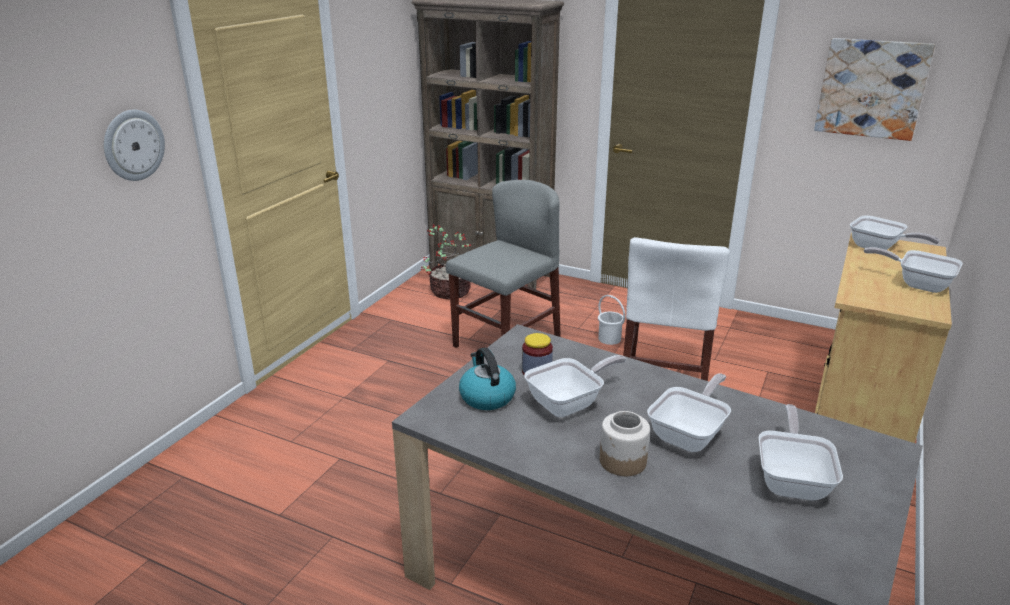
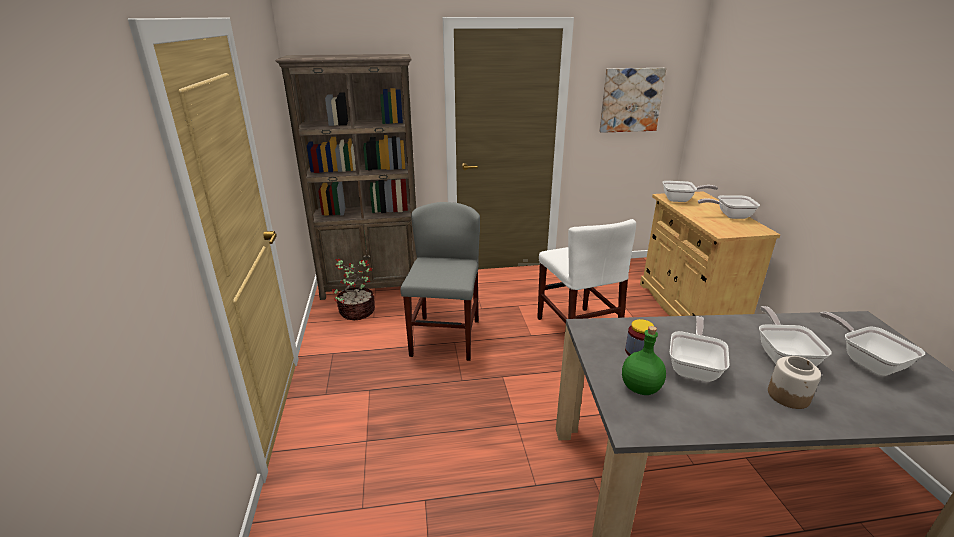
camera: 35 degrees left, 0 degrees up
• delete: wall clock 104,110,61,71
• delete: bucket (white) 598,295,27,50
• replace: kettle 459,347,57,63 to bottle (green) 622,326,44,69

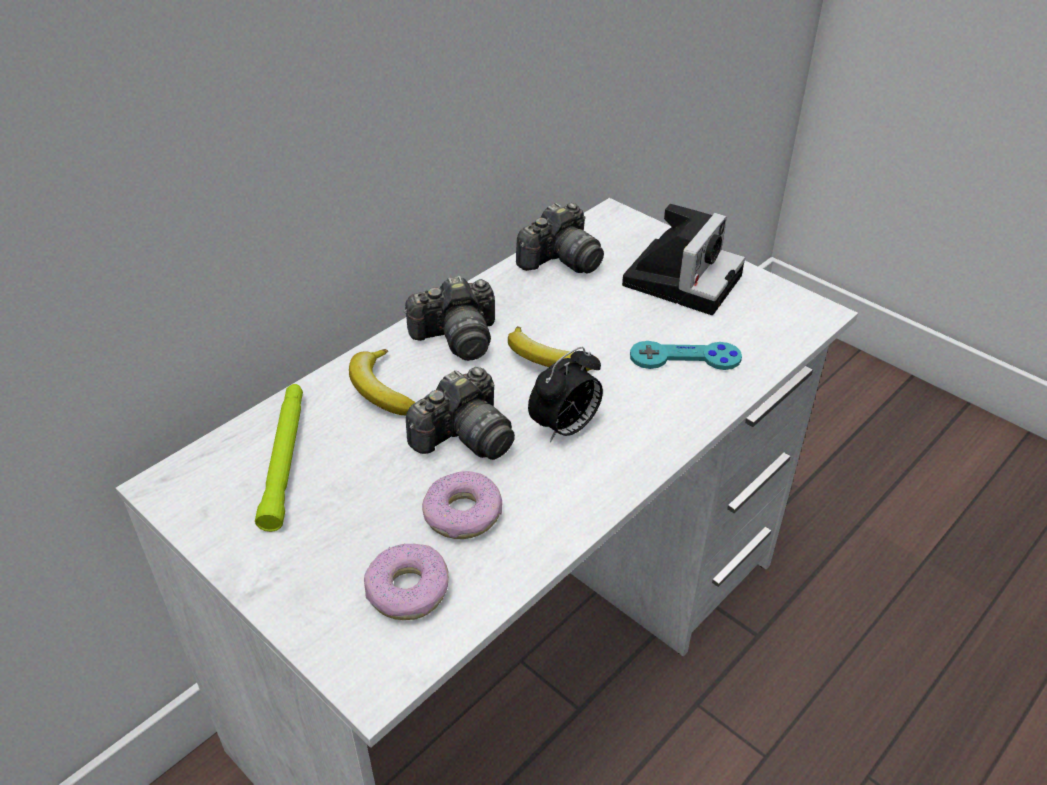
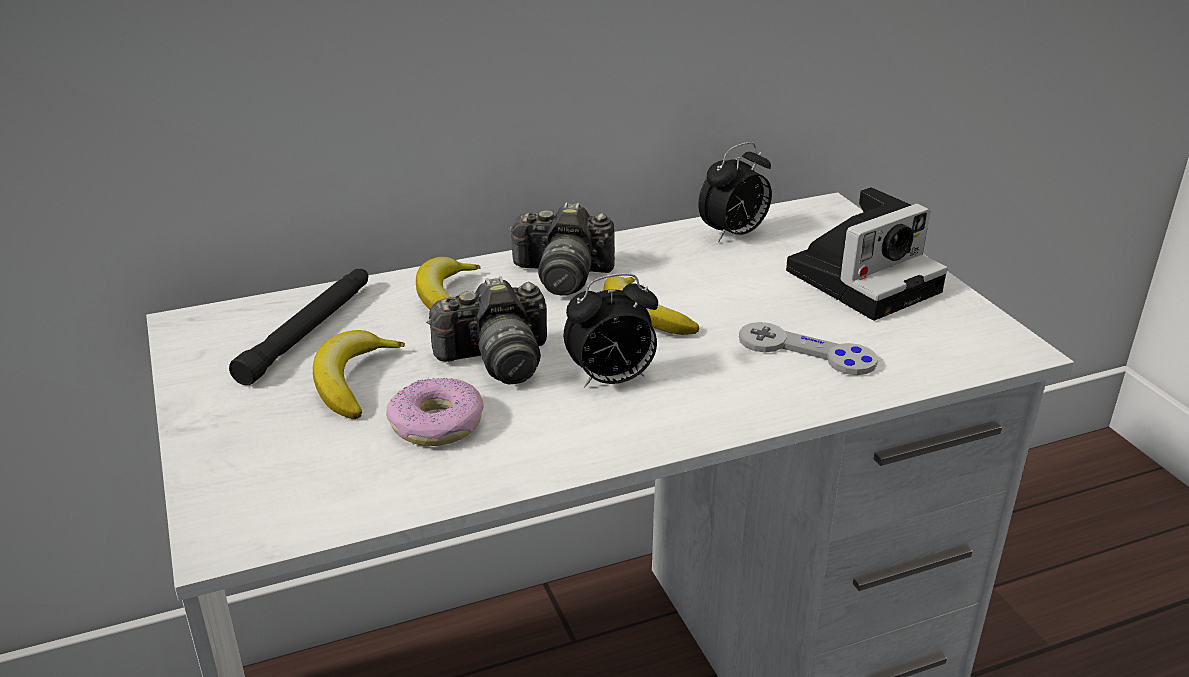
camera: 25 degrees right, 10 degrees down
• delete: donut 364,544,85,76
• insert: banana 313,330,92,89
• replace: photo camera 516,202,88,72 to alarm clock 698,142,74,101
• recolor: flashlight (green) 255,384,48,148 to flashlight (black) 229,269,139,116
• recolor: game controller (turquoise) 630,341,112,29 to game controller (grey) 739,322,139,53

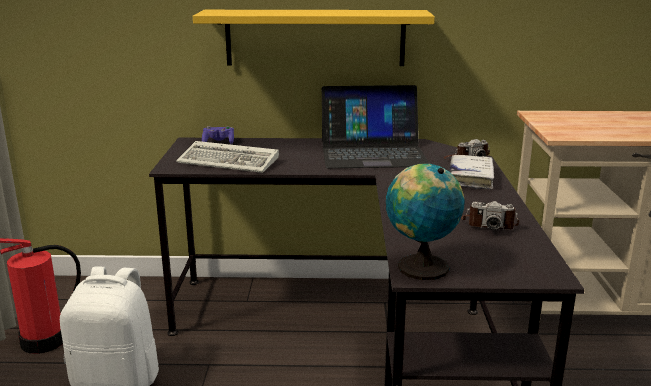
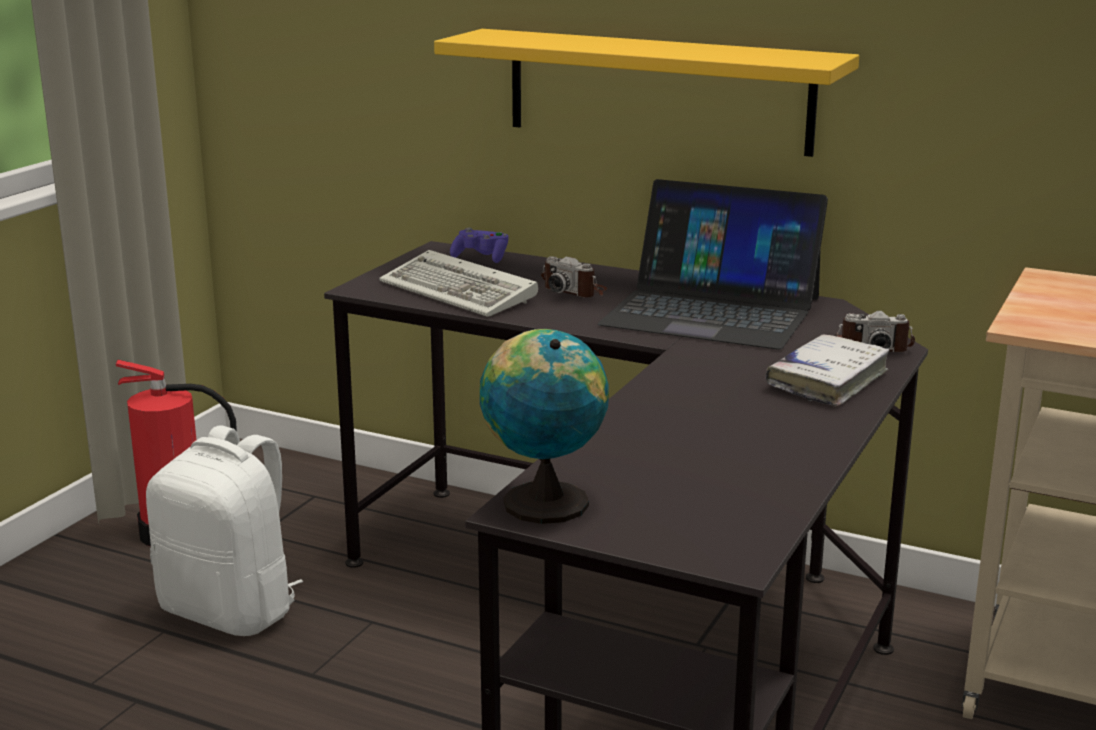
camera: 25 degrees right, 0 degrees up
• move: photo camera 461,201,58,29 to 541,256,66,41

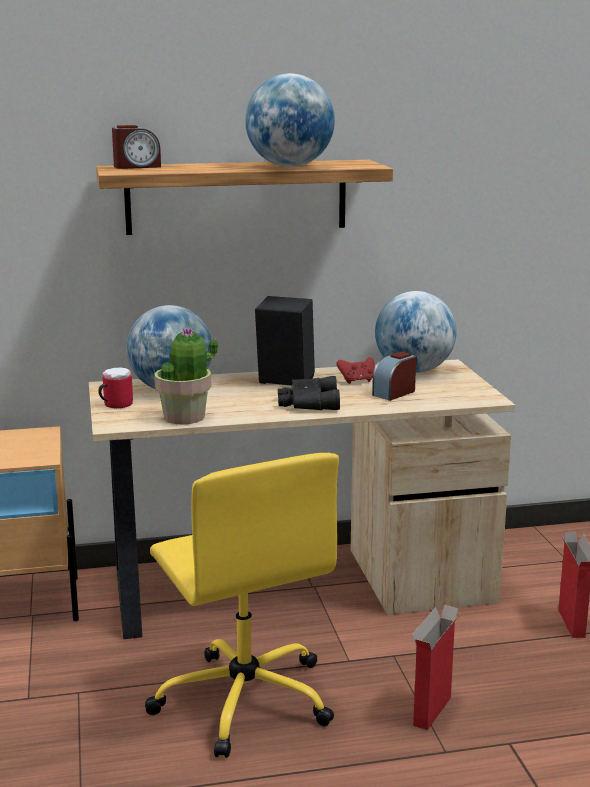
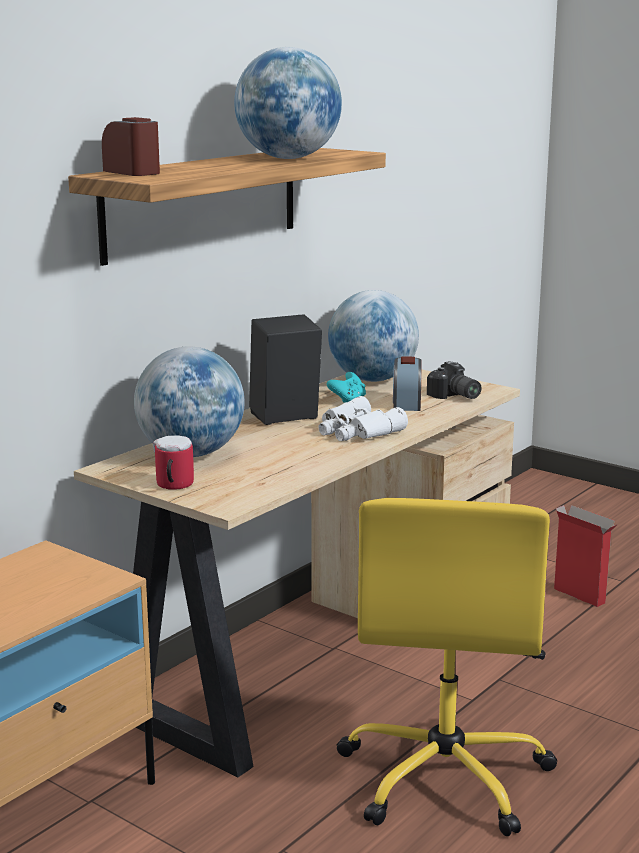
camera: 40 degrees left, 0 degrees up
• delete: potted plant 154,326,64,99
• delete: cardboard box 412,605,48,125
• insert: photo camera 427,361,54,38
• recolor: binoculars (black) 278,376,62,34 to binoculars (white) 319,396,89,45
• recolor: game controller (red) 337,357,38,27 to game controller (turquoise) 327,372,39,31
• rotate: alarm clock 112,125,49,44 = 102,117,58,59 75 degrees counterclockwise
• rotate: office chair (yellow) 145,453,194,305 = 336,498,221,338 75 degrees clockwise

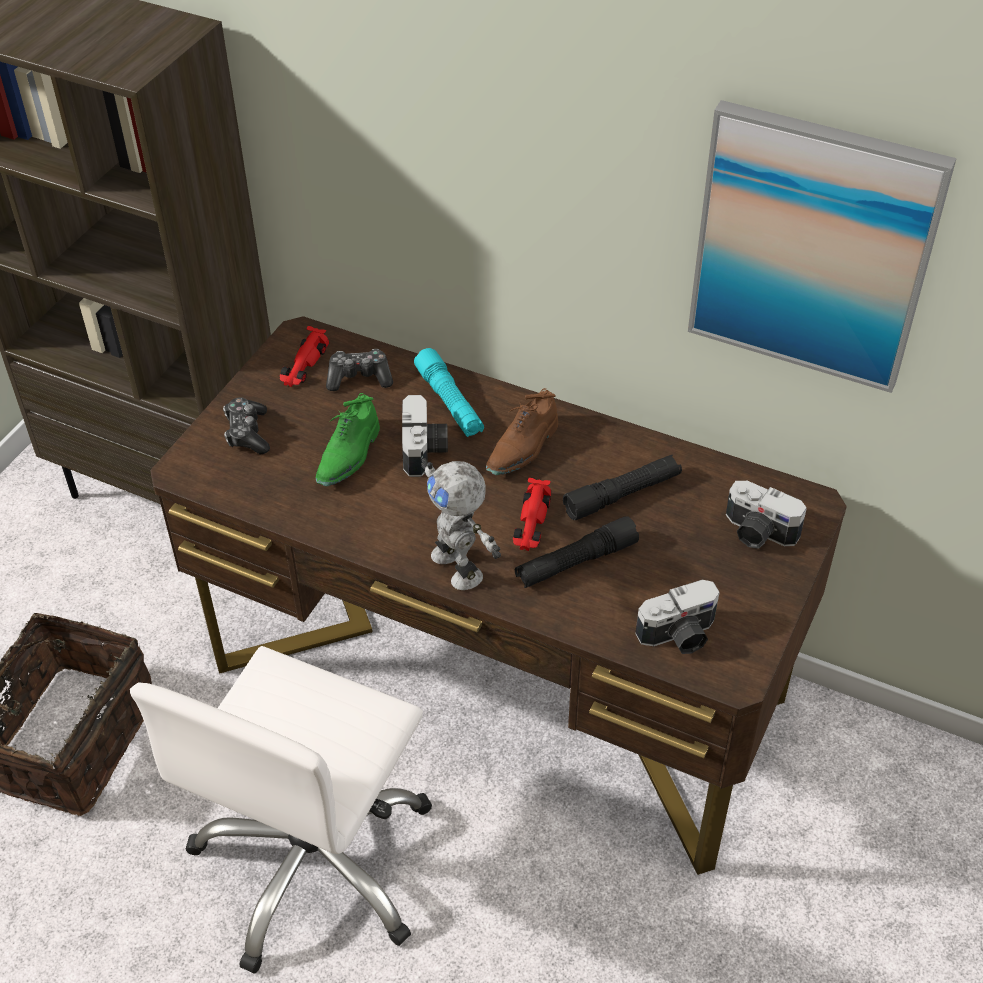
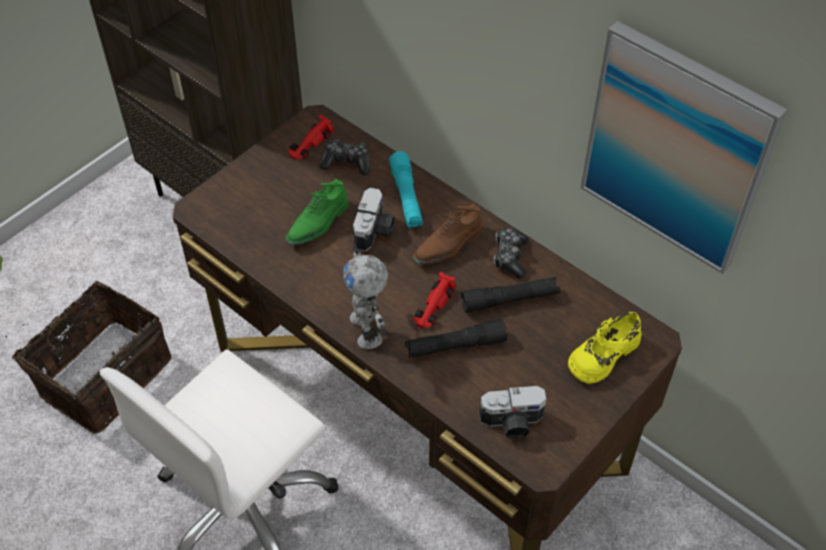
camera: 15 degrees right, 5 degrees up
• move: game controller 223,397,47,58 to 493,228,35,50
• replace: photo camera 726,481,81,68 to shoe (yellow) 568,312,74,72

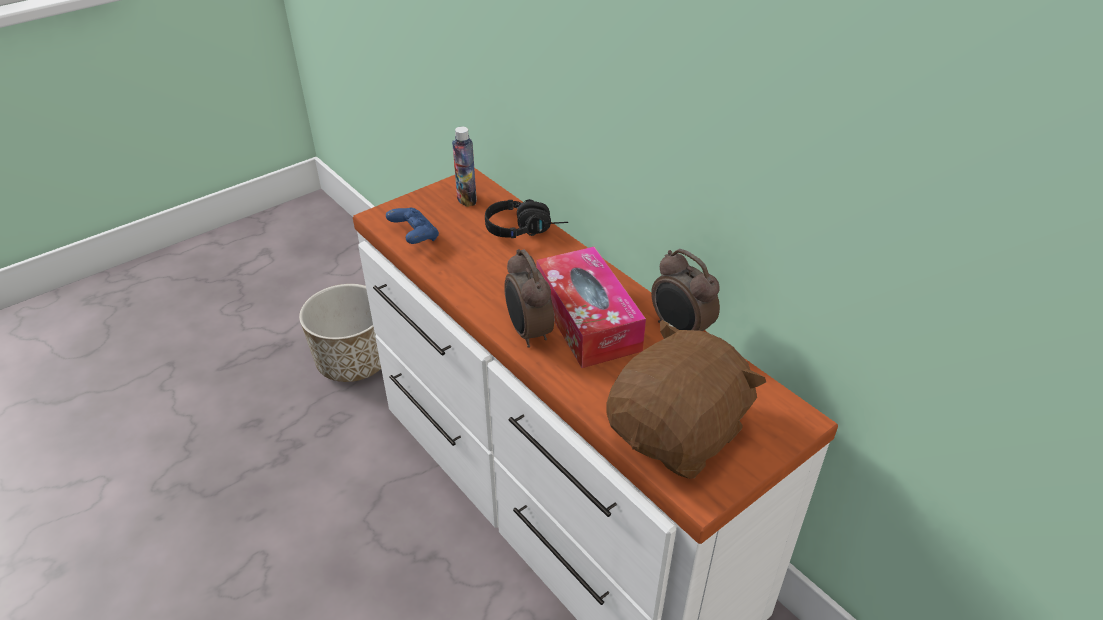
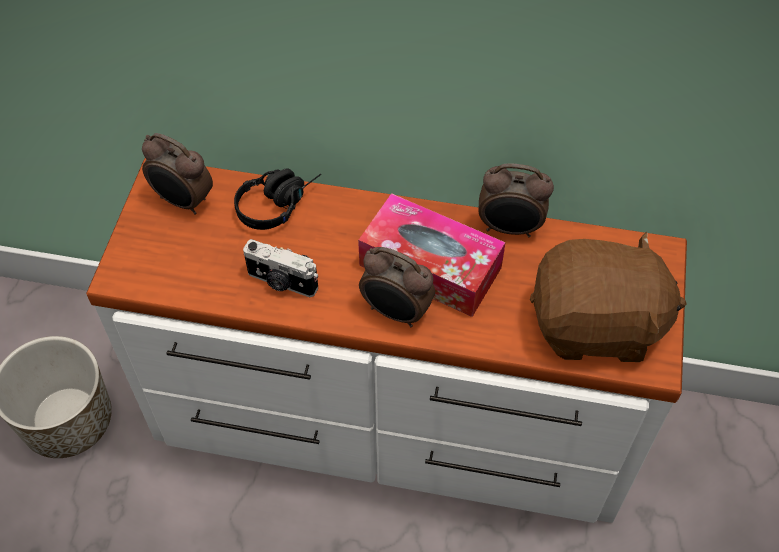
camera: 40 degrees left, 15 degrees up
• delete: game controller (blue) 386,207,53,37
• insert: photo camera 243,239,75,58
• replace: bottle 452,126,25,81 to alarm clock 142,133,71,81
• rotate: plush toy (brown) 606,320,160,159 = 530,231,157,131 90 degrees clockwise

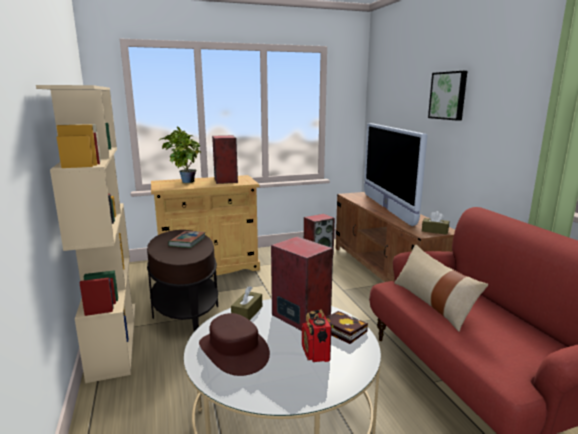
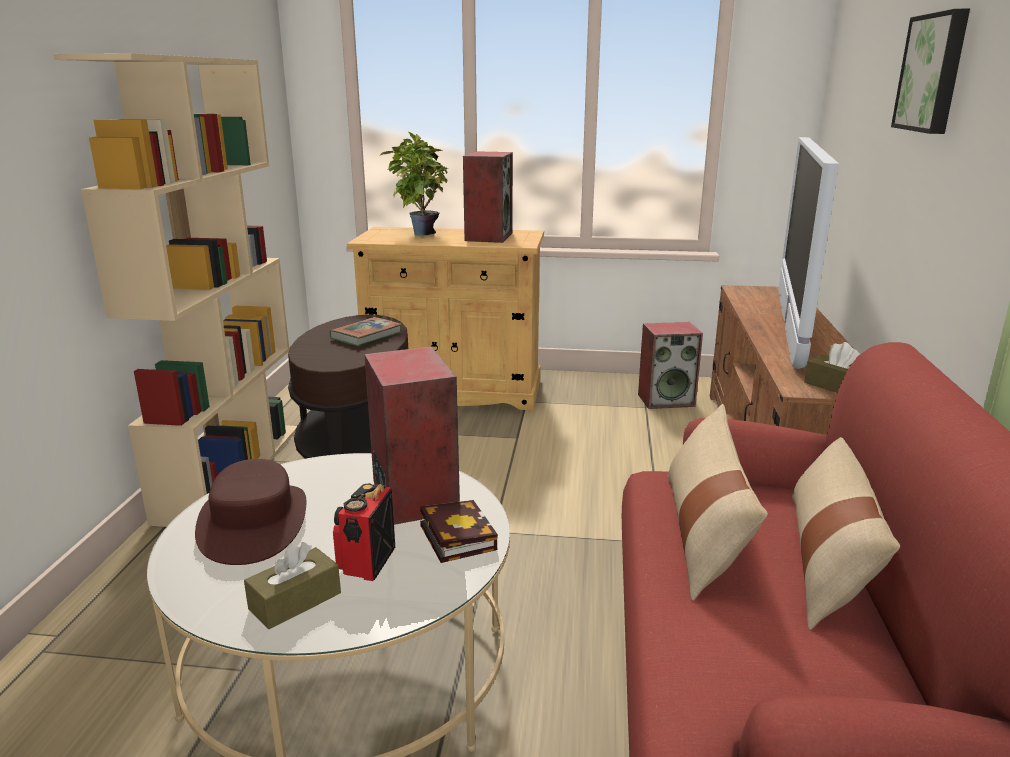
camera: 25 degrees right, 5 degrees up
• insert: pillow (beige) 792,437,108,193
• move: tissue box (brown) 231,286,31,34 to 244,542,97,87

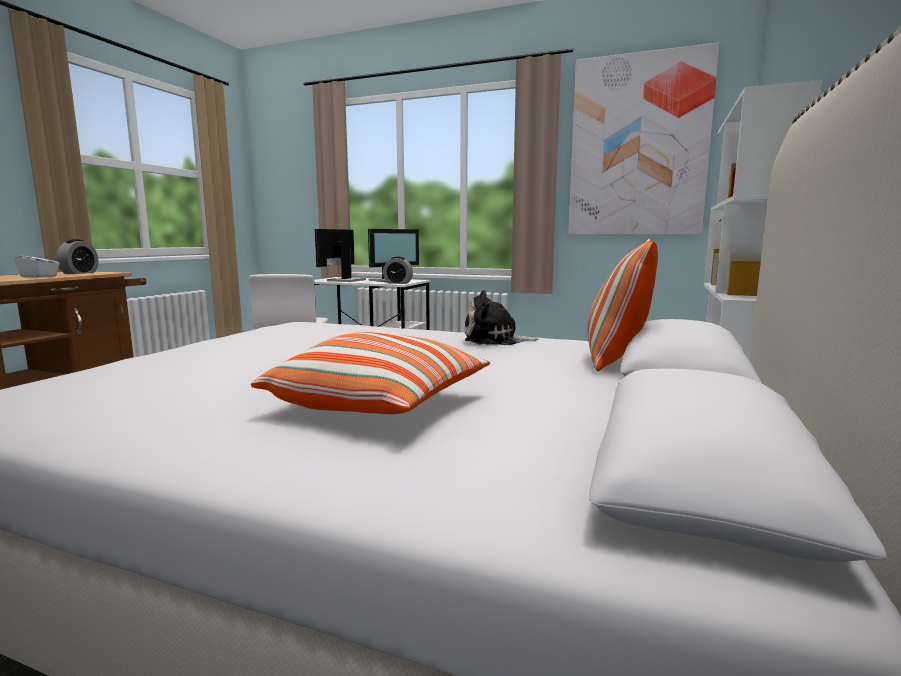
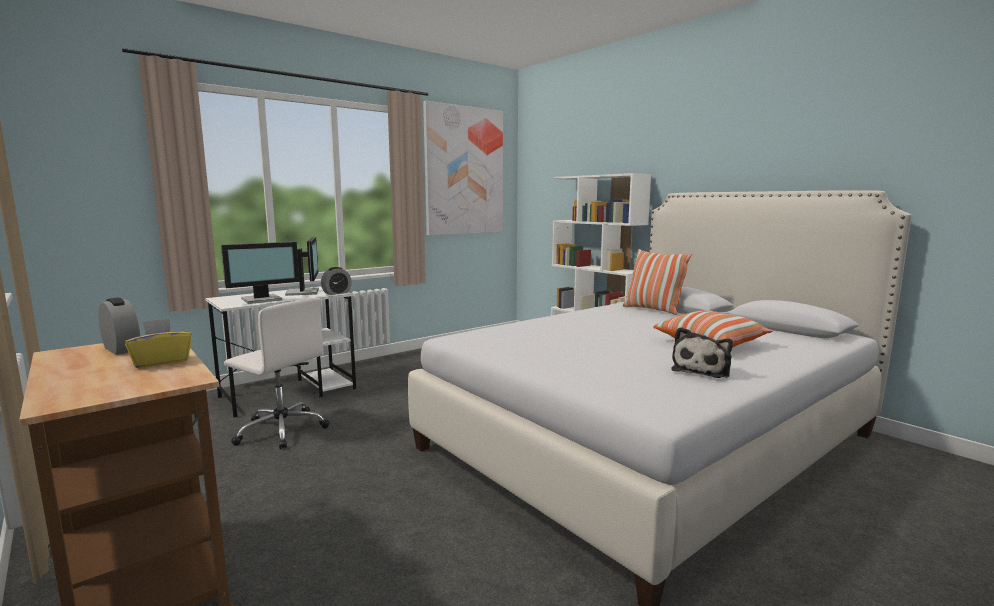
camera: 60 degrees left, 0 degrees up
• move: plush toy 464,290,74,55 to 671,327,62,51
• recolor: tissue box (white) 14,249,46,29 to tissue box (yellow) 125,318,67,50
• rotate: monitor 314,229,52,53 = 221,242,78,62 90 degrees counterclockwise

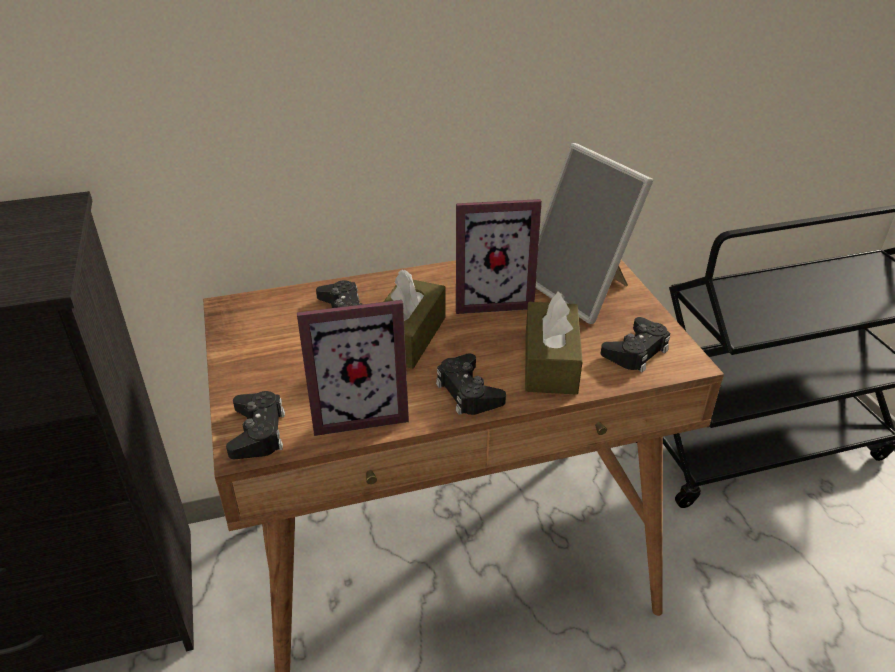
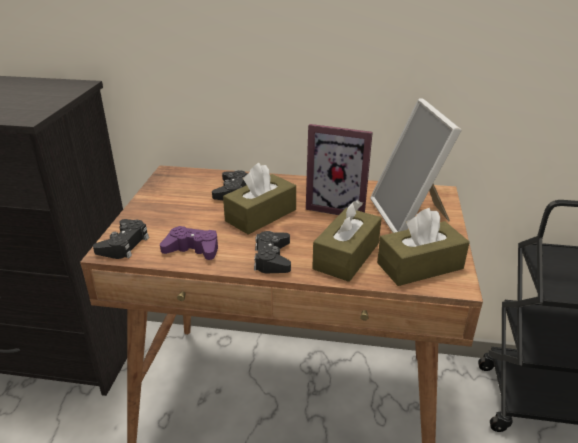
camera: 25 degrees right, 5 degrees down
• replace: picture frame 297,300,112,136 to game controller (purple) 160,226,58,34
• replace: game controller (black) 600,317,70,55 to tissue box (brown) 377,208,93,78

